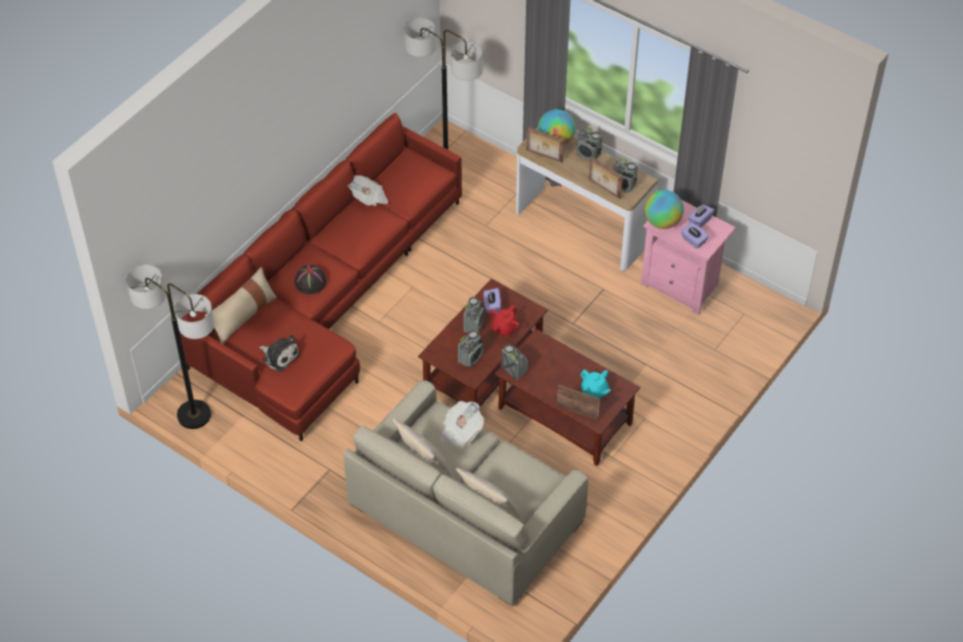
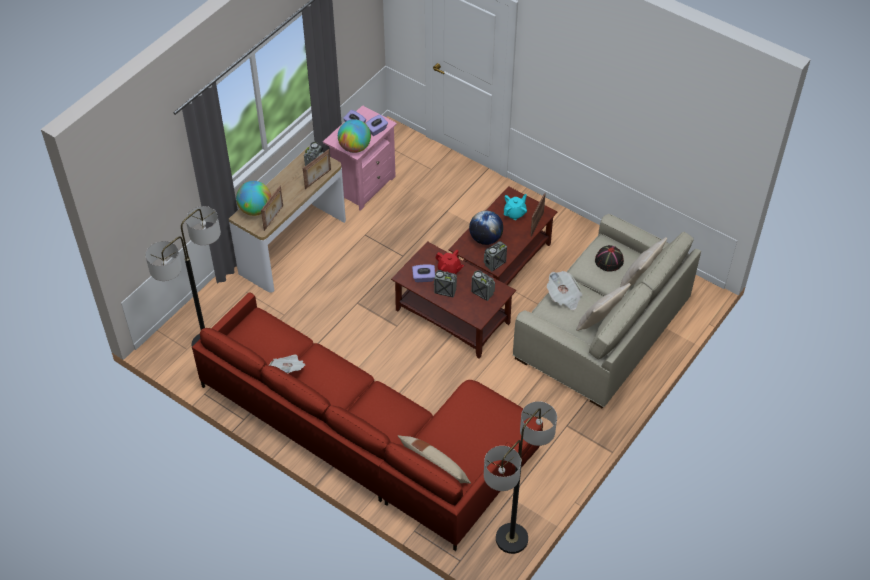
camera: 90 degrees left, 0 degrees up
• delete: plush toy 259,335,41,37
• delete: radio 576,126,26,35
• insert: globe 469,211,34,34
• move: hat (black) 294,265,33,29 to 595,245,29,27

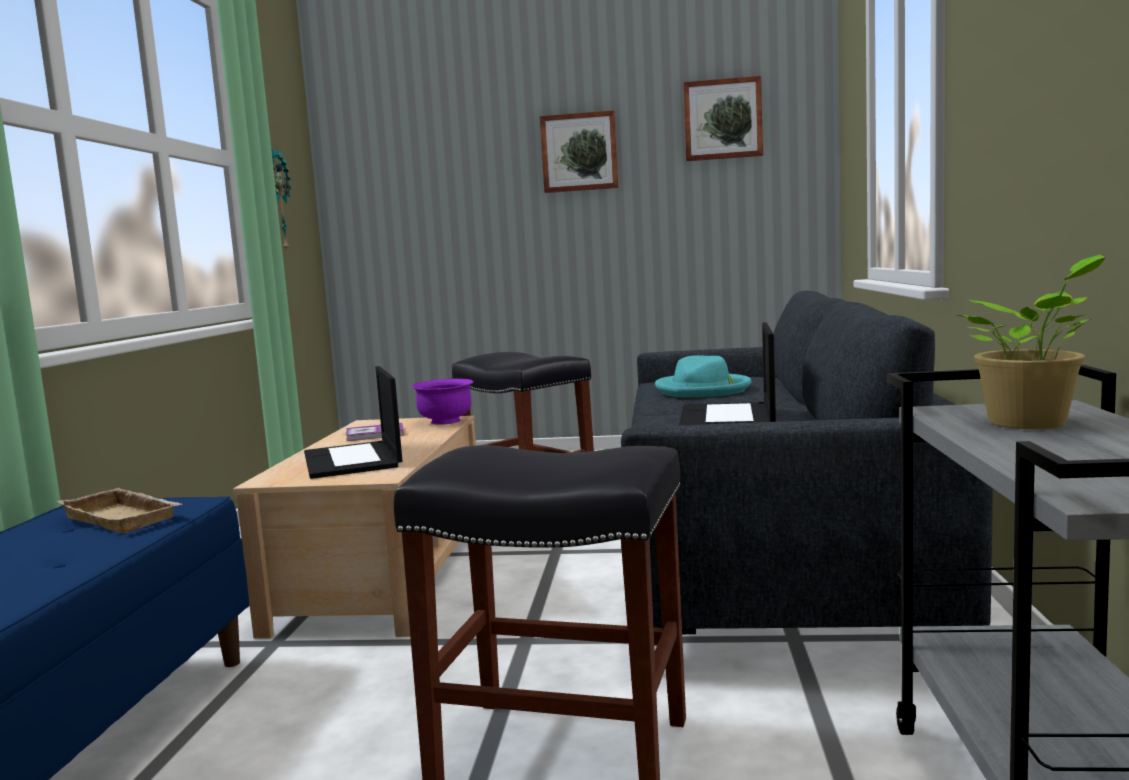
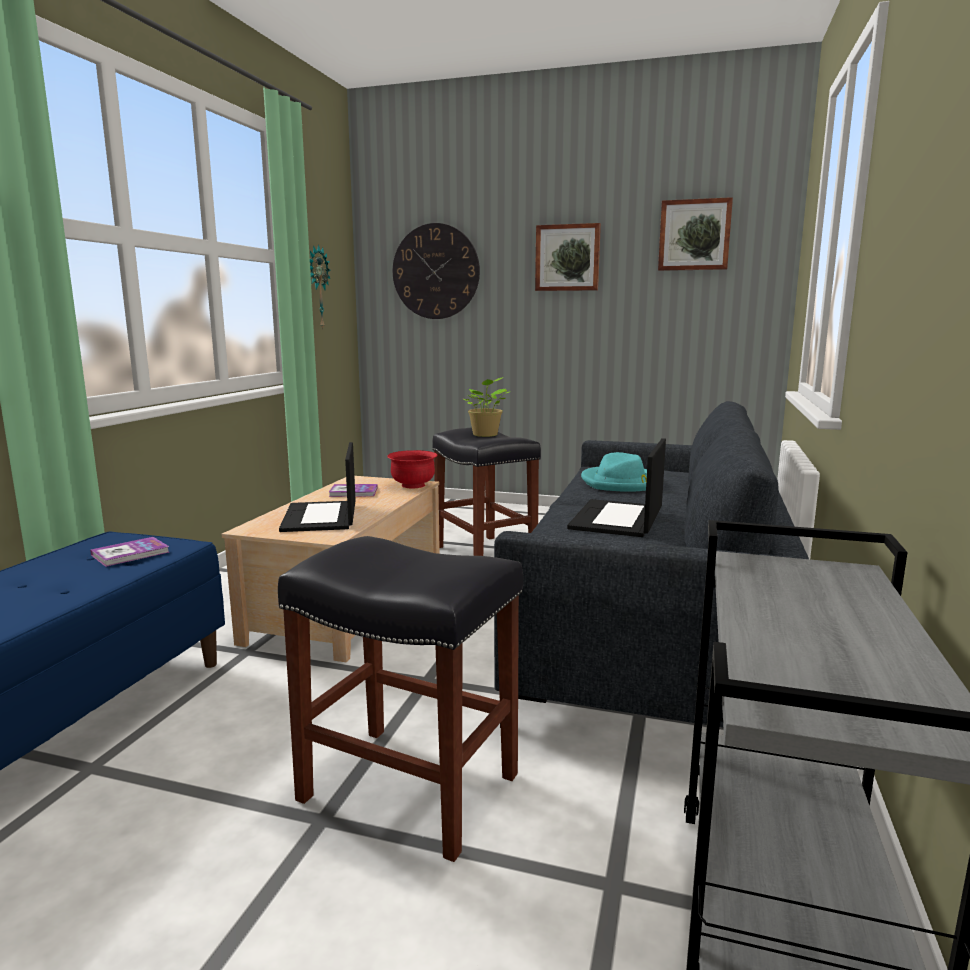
camera: 10 degrees right, 5 degrees up
• insert: wall clock 393,223,87,96
• move: potted plant 957,255,148,174 to 463,377,49,60
• replace: tray (beige) 57,488,125,45 to book 90,537,79,30
• recolor: bowl (purple) 411,378,63,47 to bowl (red) 387,450,50,38

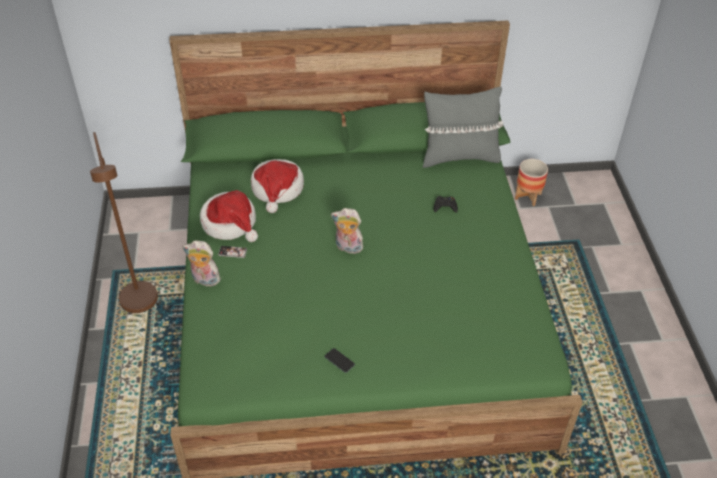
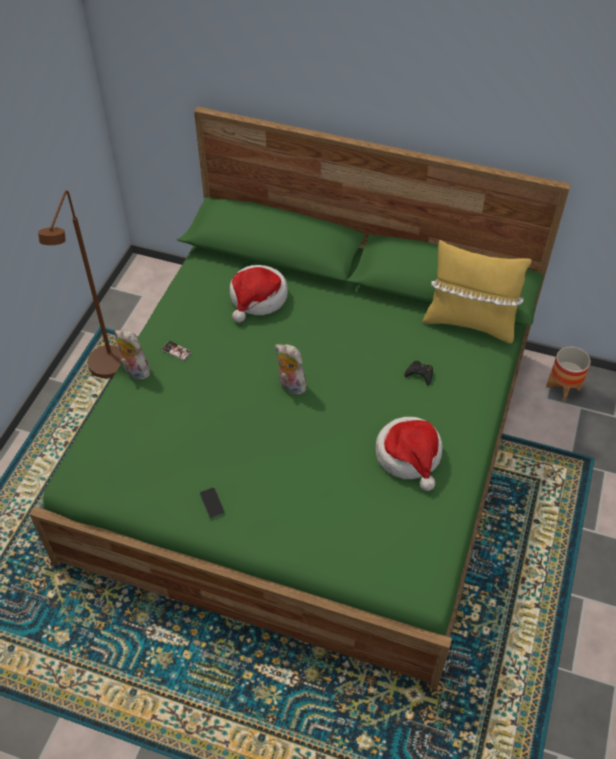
camera: 25 degrees right, 5 degrees up
• move: hat 200,190,58,52 to 376,417,67,74
• recolor: pillow (grey) 423,87,81,81 to pillow (yellow) 422,240,109,104

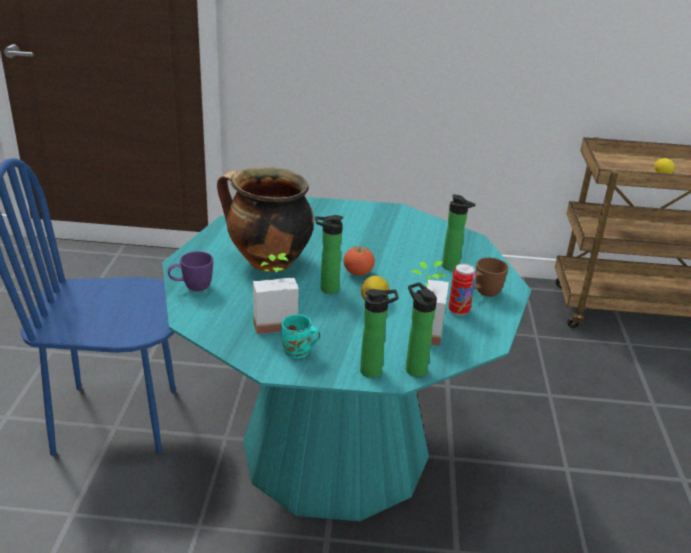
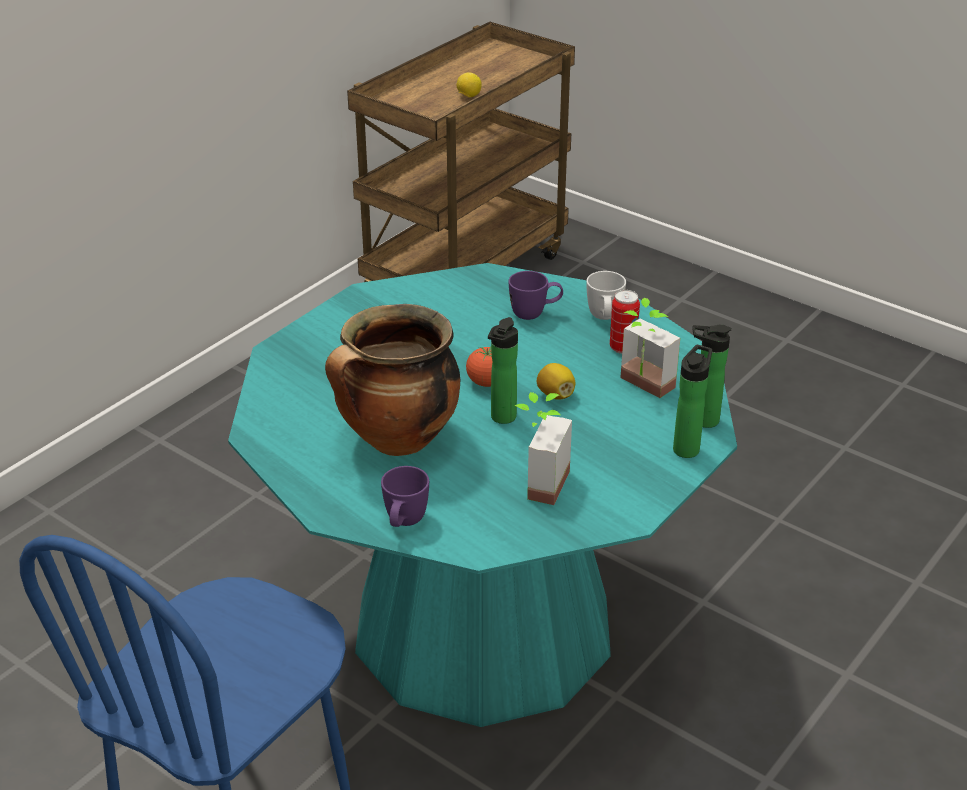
camera: 55 degrees left, 5 degrees up
• delete: mug (turquoise) 281,314,39,45
• replace: bottle 442,194,34,77 to mug (purple) 508,271,55,49
• recolor: mug (brown) 474,258,35,39 to mug (white) 586,271,40,49

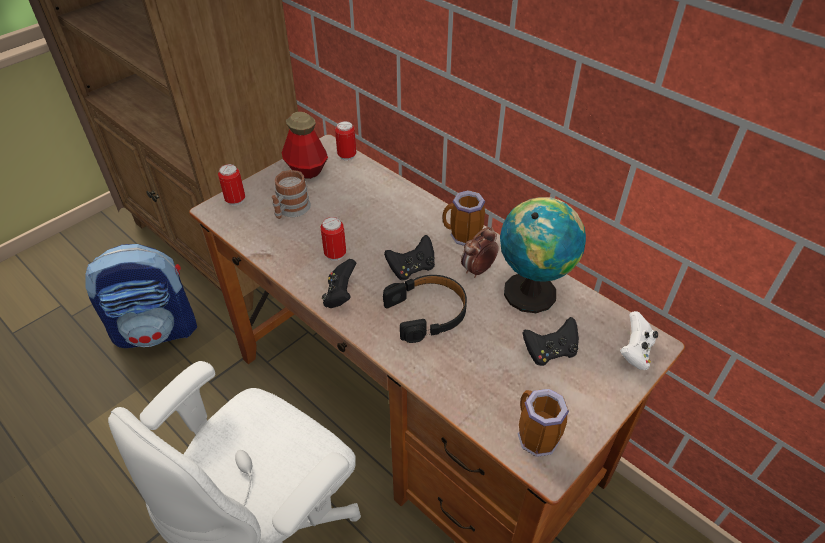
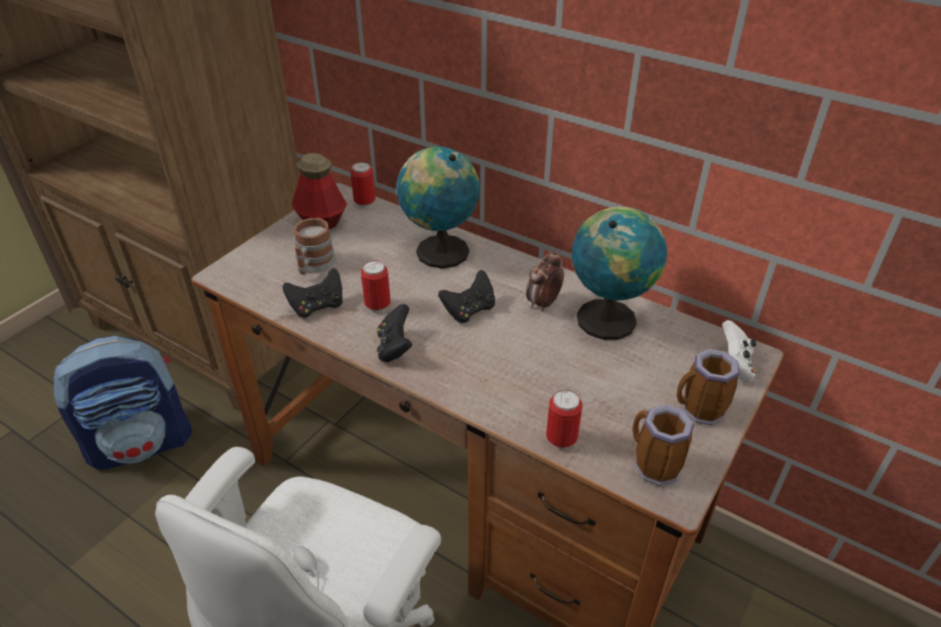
camera: 10 degrees left, 5 degrees down
• delete: headphones (black) 383,275,84,68
• insert: globe 396,146,84,123
• move: can 218,164,27,42 to 546,390,36,59
• move: mug 442,190,43,56 to 677,349,62,76
• move: game controller (black) 522,317,57,49 to 283,268,60,50

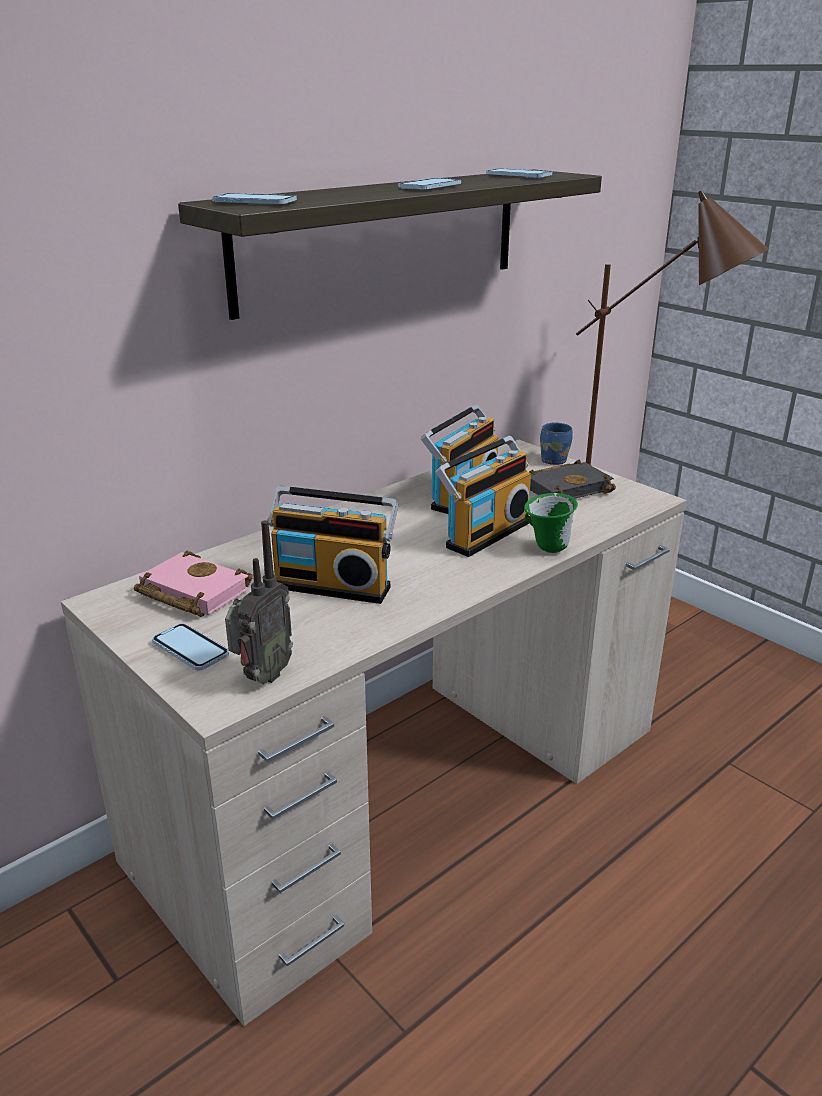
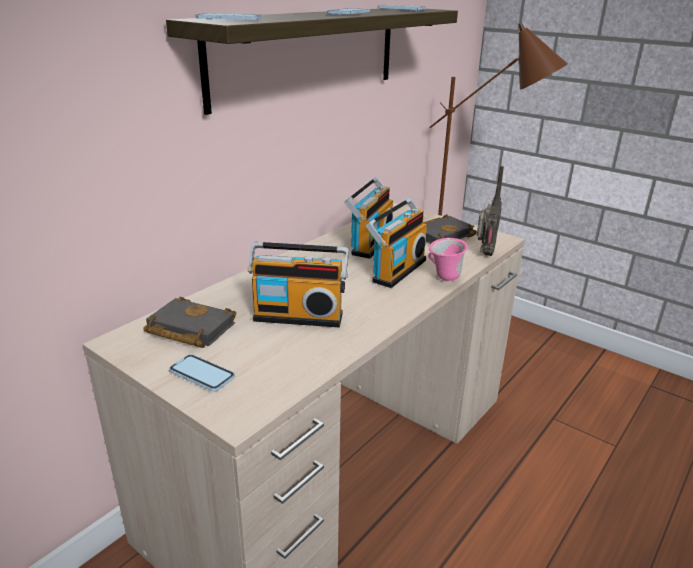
camera: 10 degrees left, 0 degrees up
• delete: mug (blue) 540,422,33,43
• move: radio 225,520,68,164 to 477,166,27,90
• recolor: book (pink) 134,551,119,66 to book (black) 143,296,93,52
• recolor: mug (green) 524,493,54,60 to mug (pink) 428,238,40,43

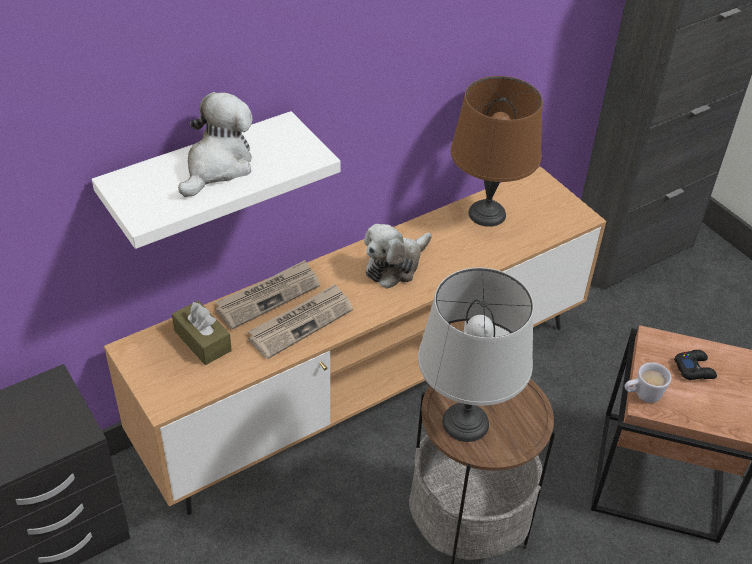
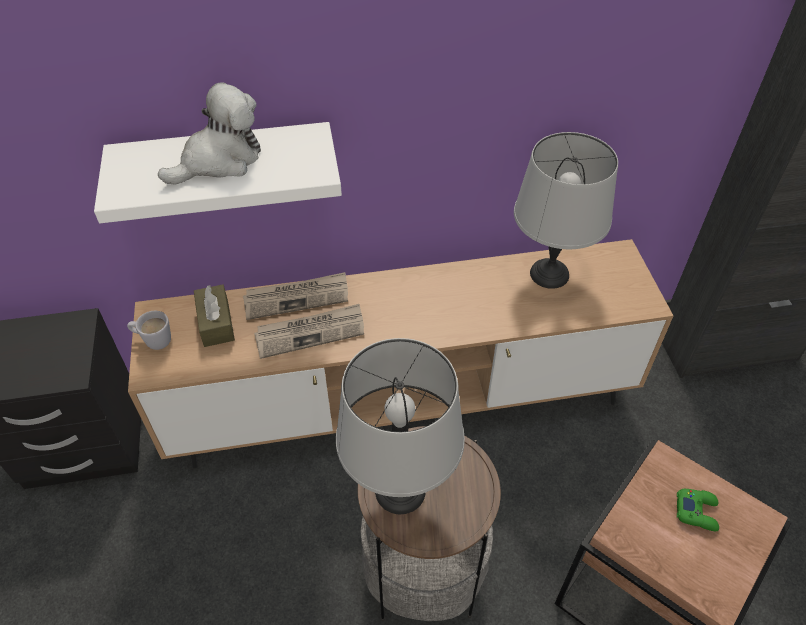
camera: 25 degrees right, 5 degrees up
• delete: plush toy 364,224,68,65
• move: mug (white) 625,362,46,41 to 127,311,44,39
• recolor: table lamp (brown) 451,76,92,151 to table lamp (grey) 514,132,104,157
• recolor: game controller (black) 674,350,43,30 to game controller (green) 677,489,42,42

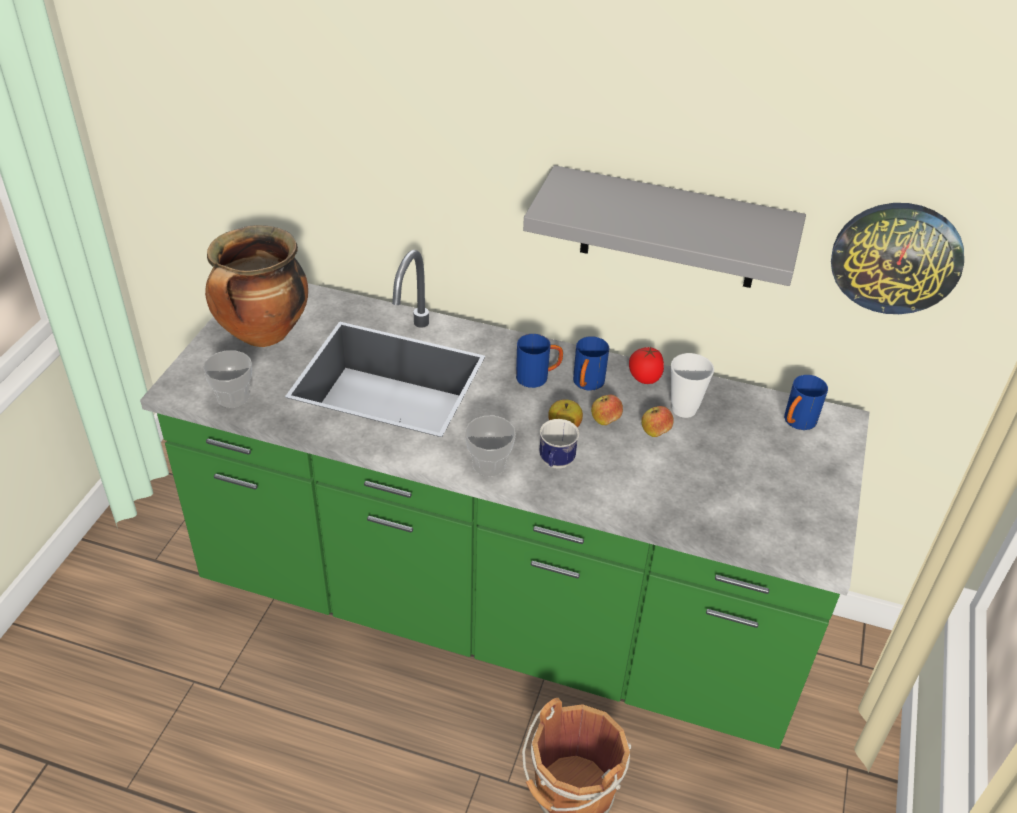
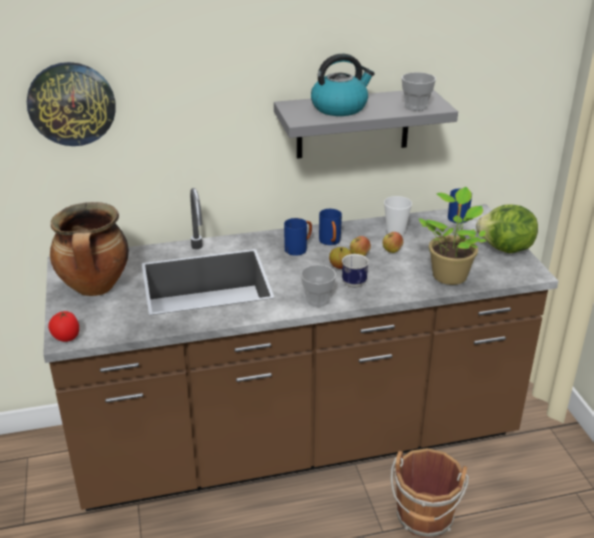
camera: 30 degrees left, 10 degrees down
• insert: kettle 311,54,64,62
• insert: potted plant 419,187,68,98
• insert: lettuce 476,204,62,49
• move: cup 202,350,50,58 to 402,72,34,39
• move: tomato 629,346,35,38 to 48,311,31,31
• move: wall clock 831,203,133,111 to 27,62,89,84
• recolor: counter (green) 140,250,730,499 to counter (brown) 43,188,515,323

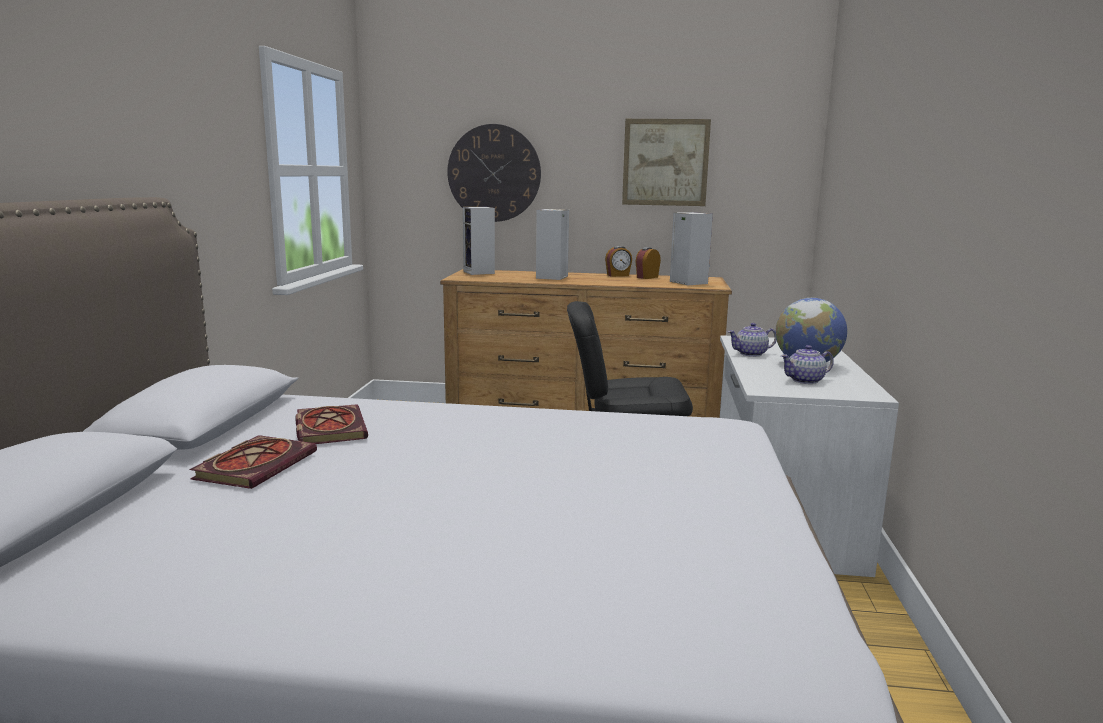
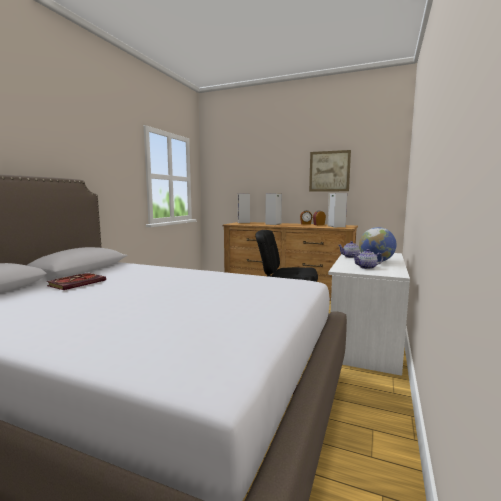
camera: 15 degrees right, 5 degrees down
• delete: book 295,404,73,40
• delete: wall clock 447,124,94,98

